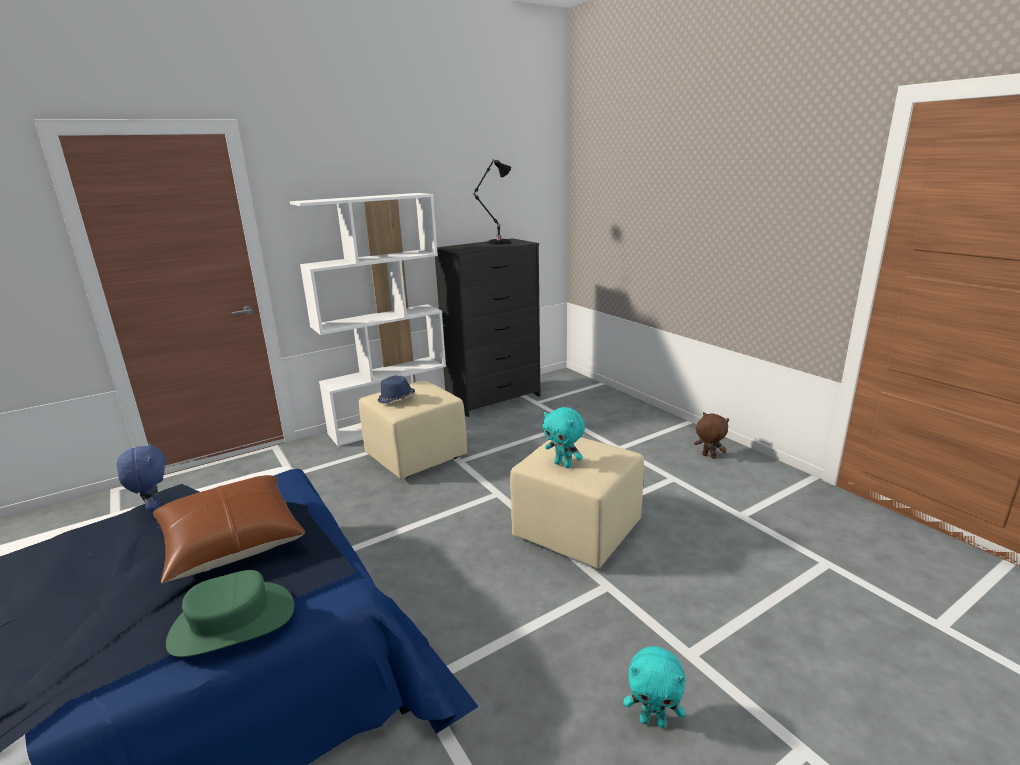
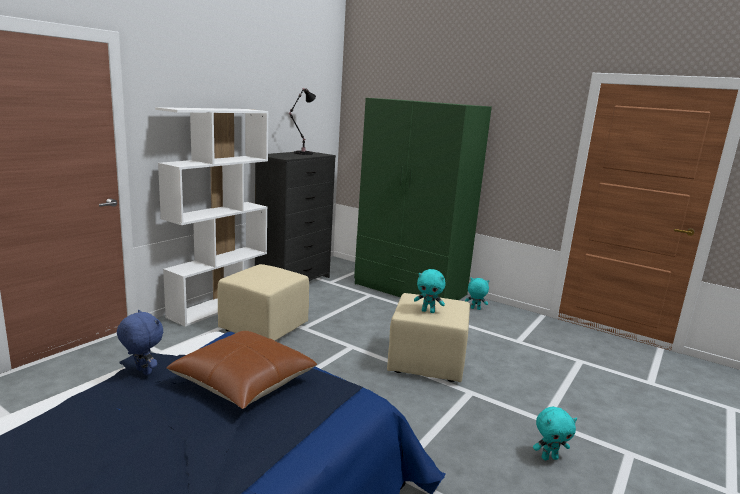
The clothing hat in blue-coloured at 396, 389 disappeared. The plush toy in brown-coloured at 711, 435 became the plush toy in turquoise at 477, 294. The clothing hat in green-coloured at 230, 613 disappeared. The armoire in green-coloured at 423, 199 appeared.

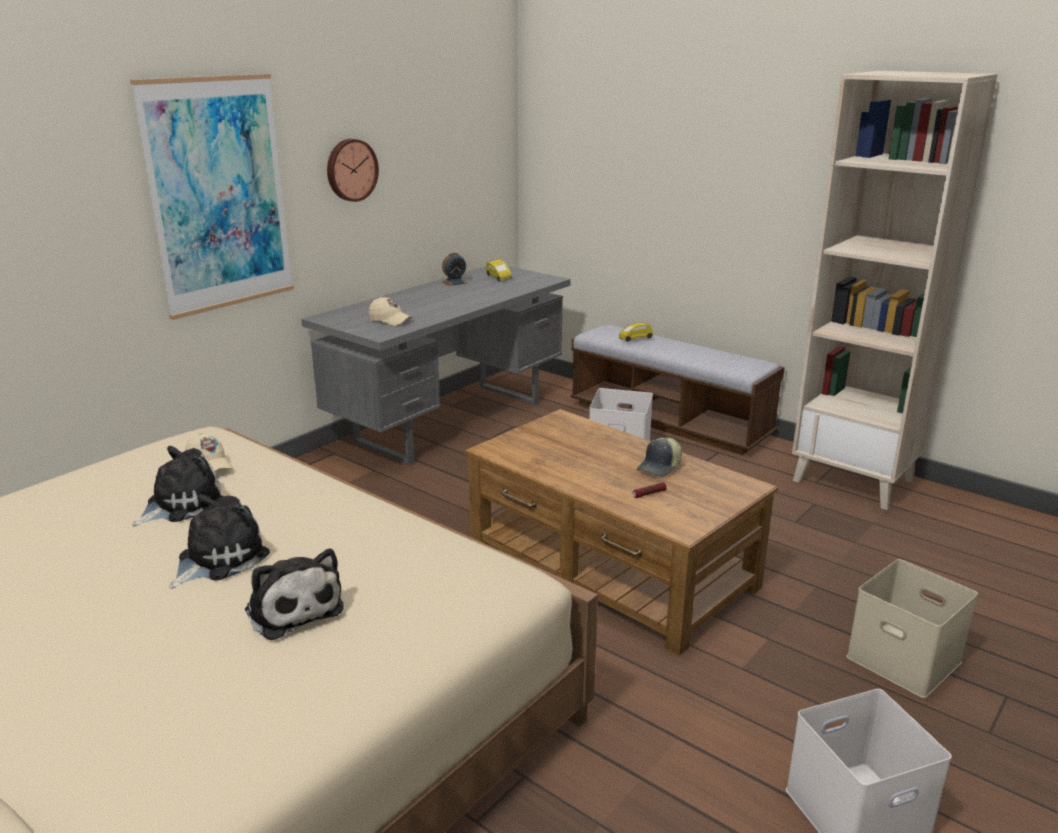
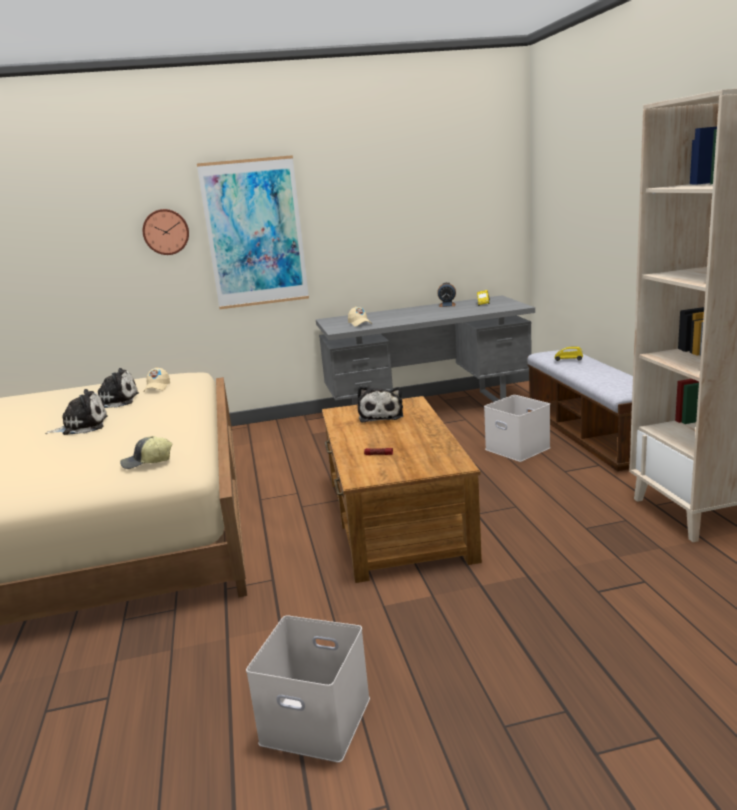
The clock on the wall moved from 353, 170 to 166, 232. The cap moved from 659, 457 to 146, 452. The plush toy moved from 294, 595 to 380, 404. The storage box in sand-coloured at 912, 628 disappeared.

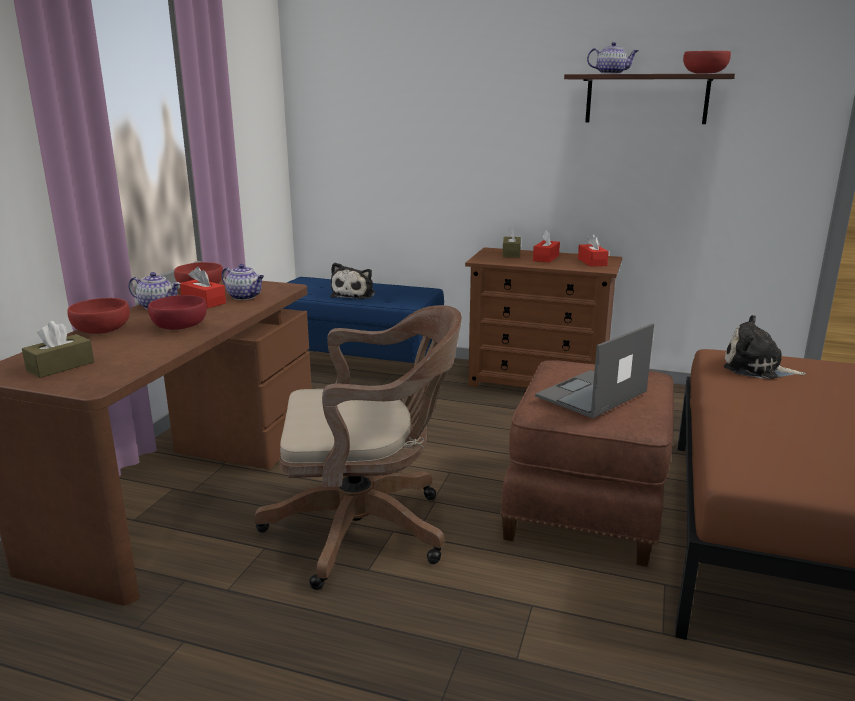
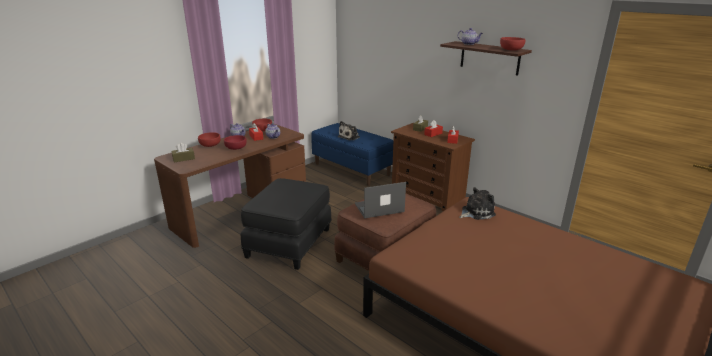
The desk chair in brown-coloured at 358, 447 was replaced by the pouffe in black at 286, 224. The plush toy at 765, 347 turned 105 degrees clockwise.

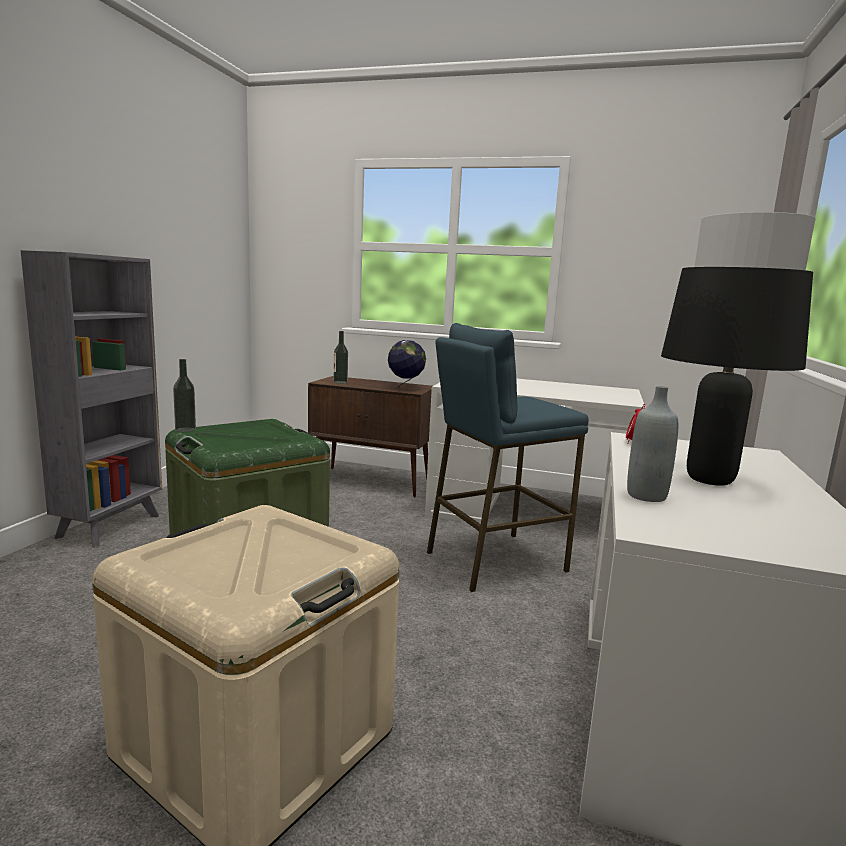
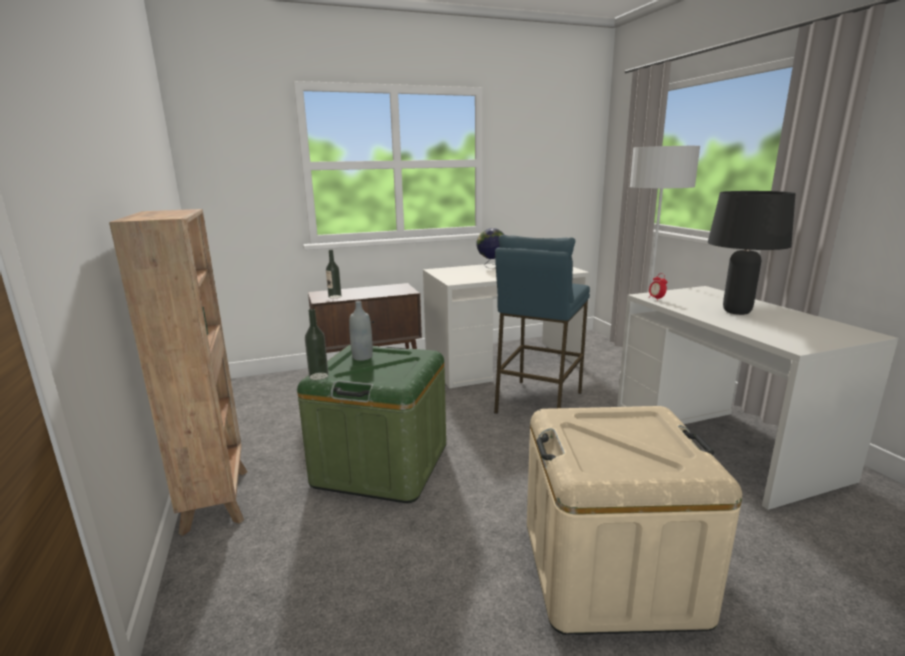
The bookshelf in greyish at 91, 398 became the bookshelf in brown-coloured at 178, 372. The globe moved from 407, 365 to 490, 248. The beverage bottle in greyish moved from 652, 444 to 361, 331.

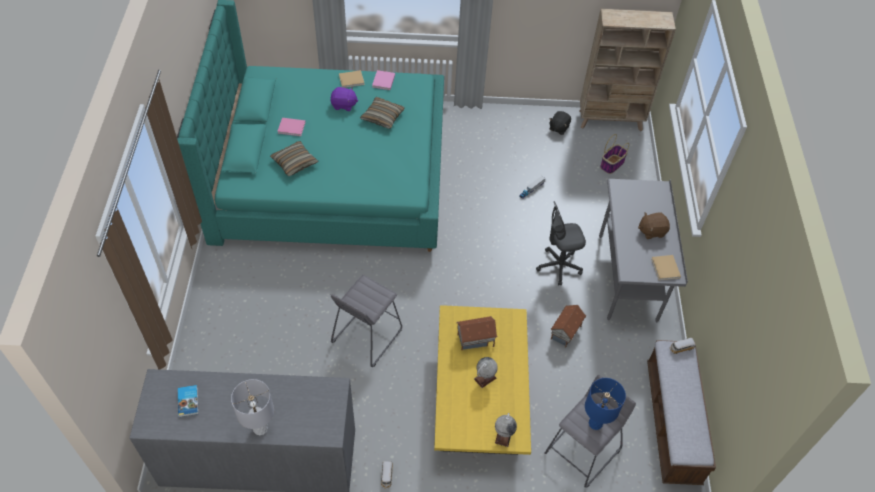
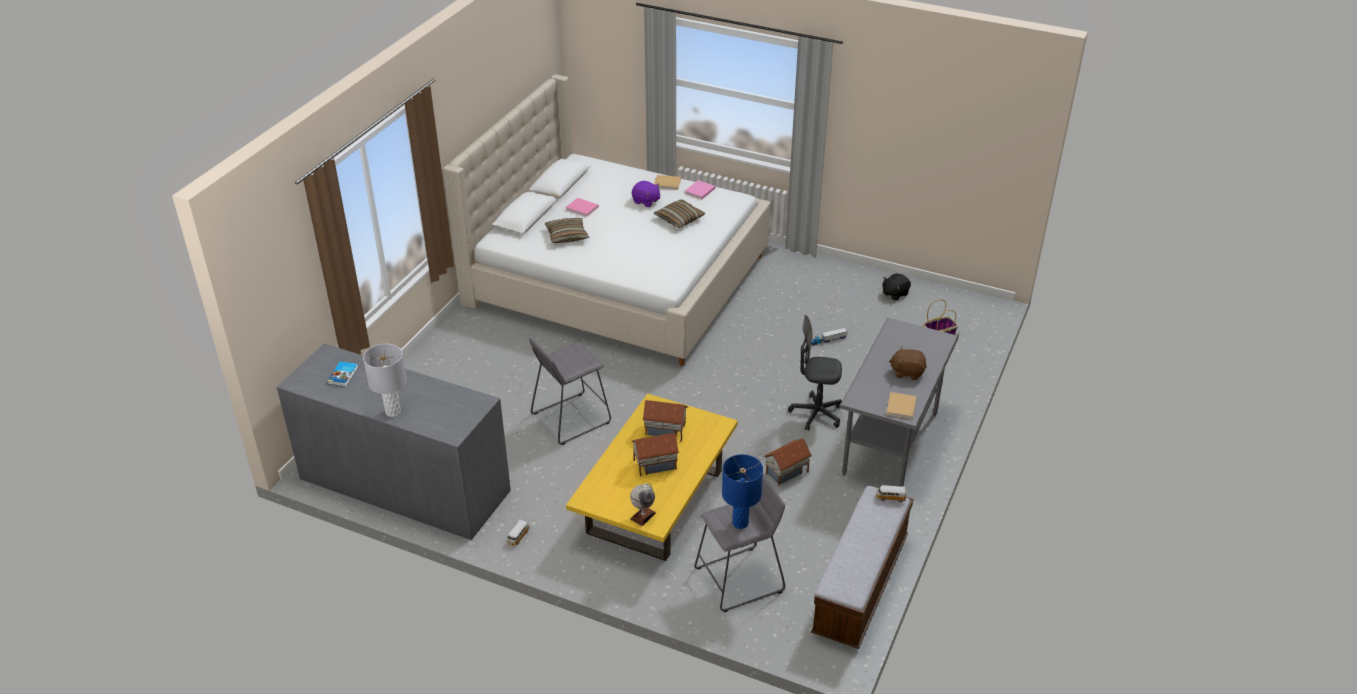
The bedroom bed in turquoise at 310, 126 became the bedroom bed in sand-coloured at 607, 220. The bookshelf in sand-coloured at 627, 70 disappeared. The globe at 486, 372 was replaced by the toy house at 655, 454.

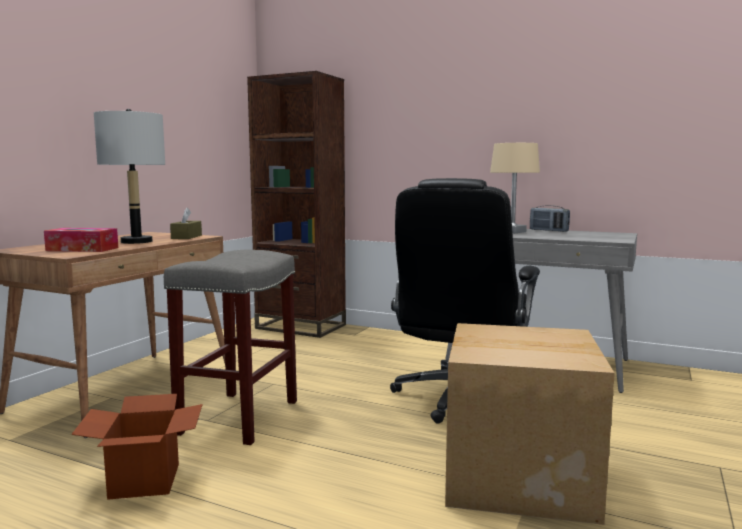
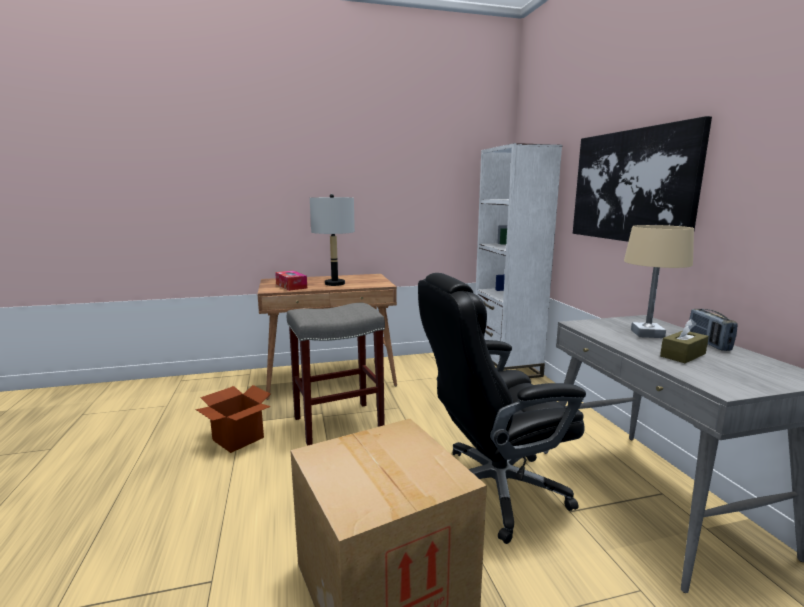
The bookshelf in brown-coloured at 296, 204 became the bookshelf in whitish at 518, 260. The tissue holder in brown-coloured moved from 186, 223 to 684, 341. The picture at 642, 179 appeared.

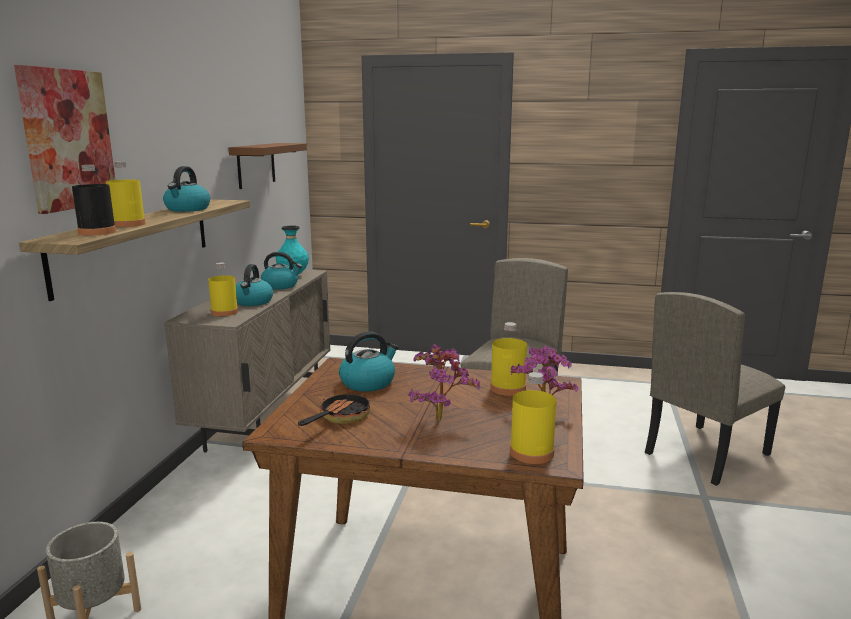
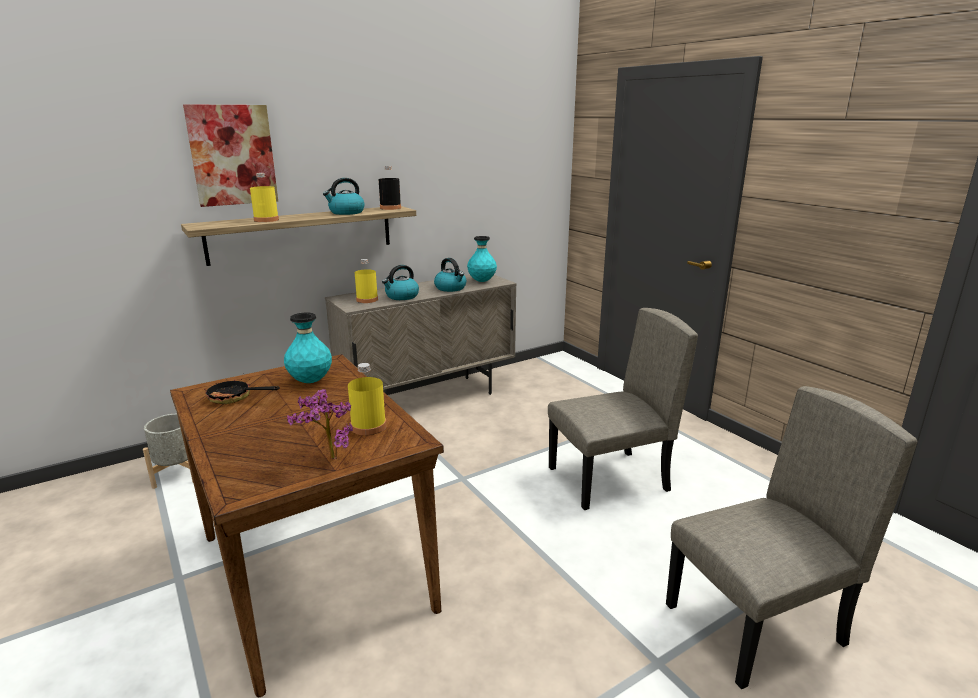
The shelf in brown-coloured at 267, 166 disappeared. The beverage bottle in black moved from 94, 200 to 390, 188. The chair in sand-coloured at 715, 389 turned 150 degrees clockwise. The water kettle at 368, 361 was replaced by the flower vase in turquoise at 308, 348. The houseplant at 444, 382 disappeared. The beverage bottle in yellow at 533, 418 disappeared. The frying pan at 334, 408 turned 150 degrees counterclockwise.

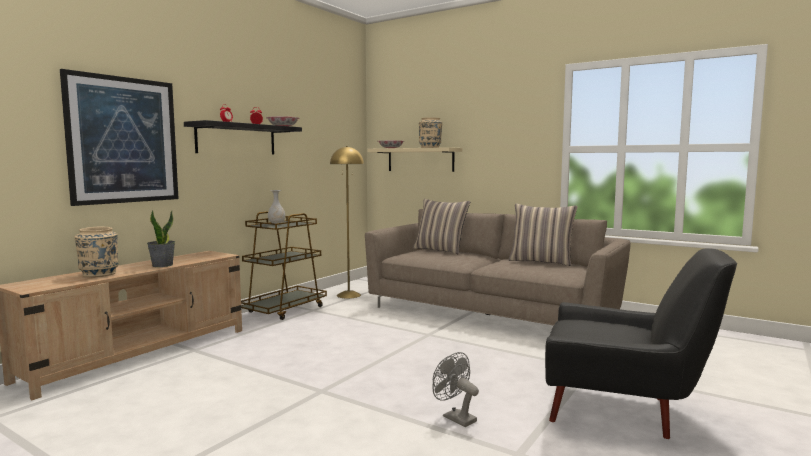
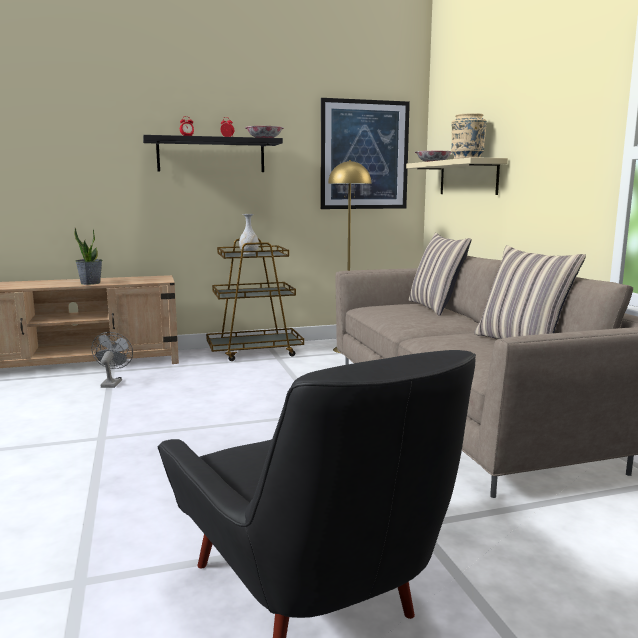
The picture moved from 119, 137 to 365, 153. The flower vase in sand-coloured at 97, 252 disappeared. The cooling fan in greyish moved from 455, 389 to 112, 360.

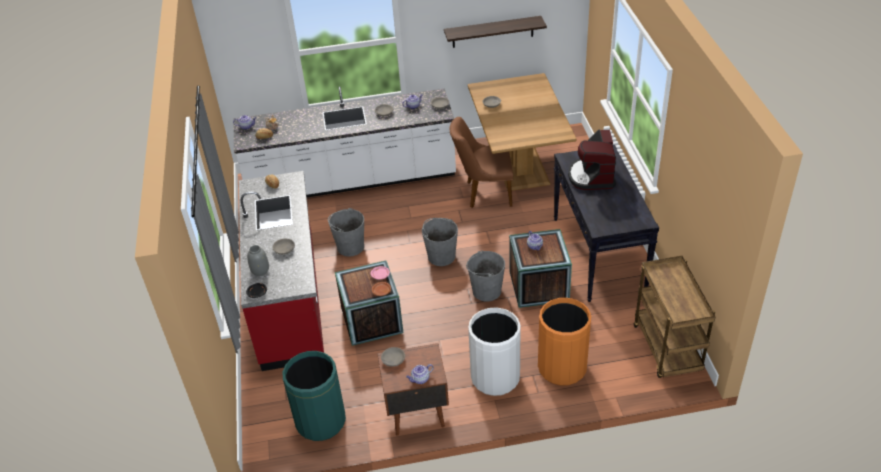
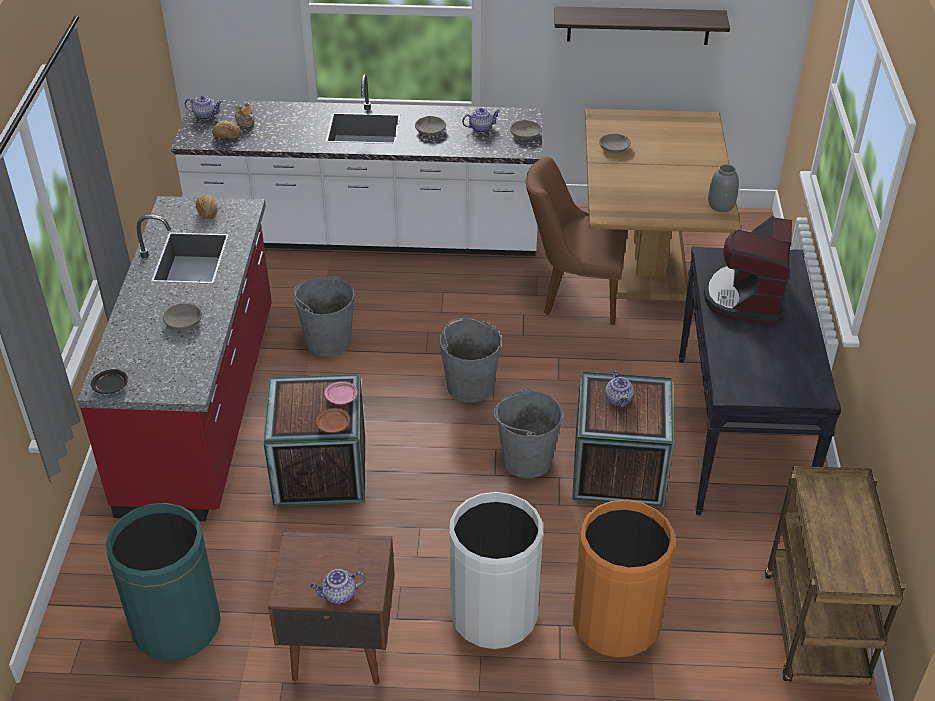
The flower vase in greyish moved from 258, 260 to 723, 188. The bowl in greyish at 393, 357 disappeared.

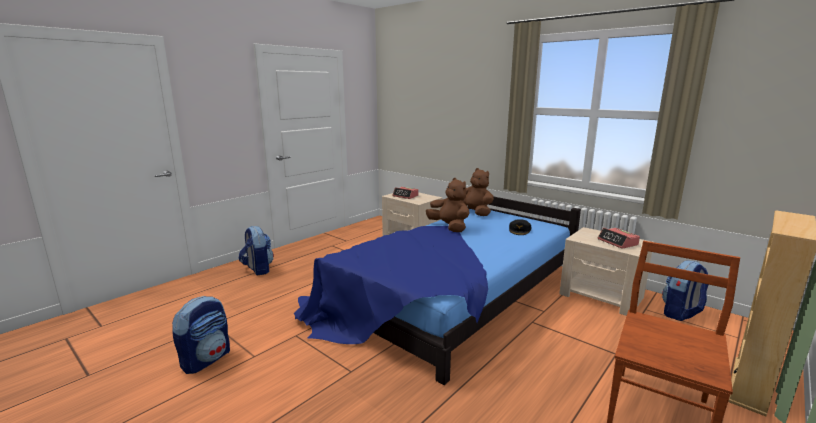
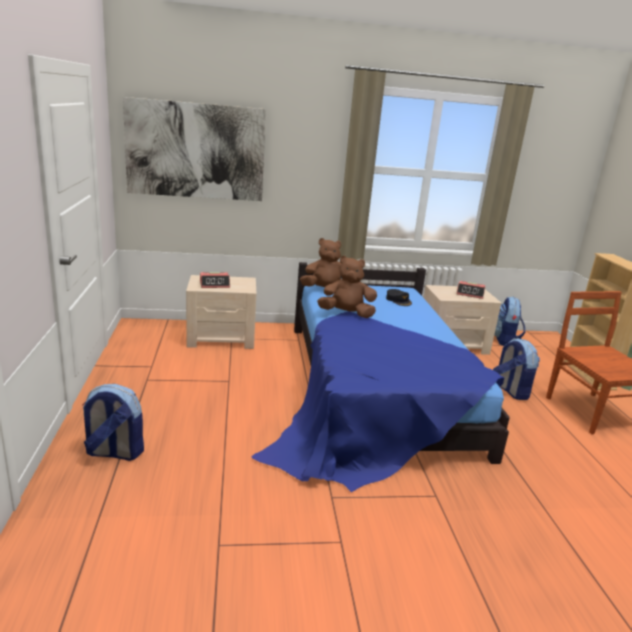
The rucksack moved from 201, 335 to 516, 369. The picture at 194, 149 appeared.

